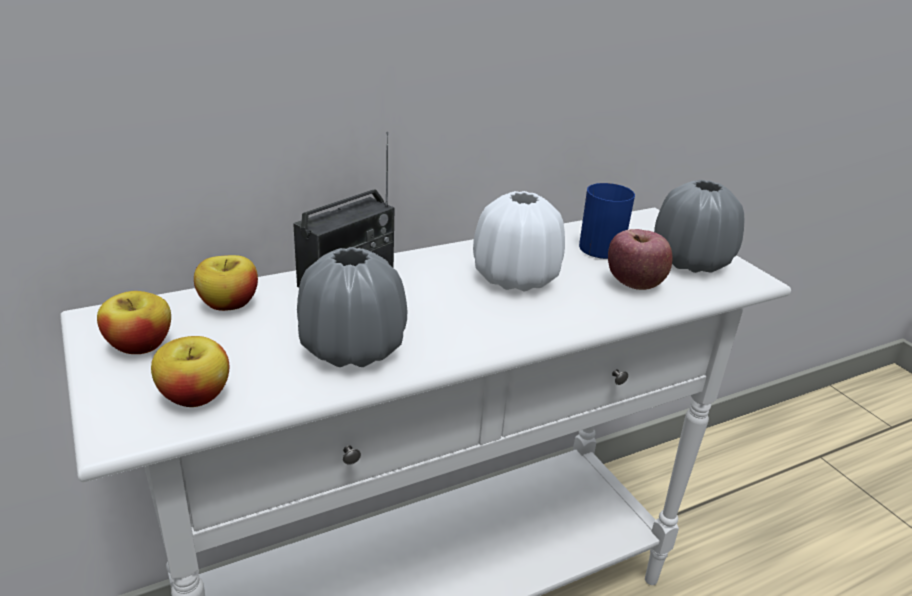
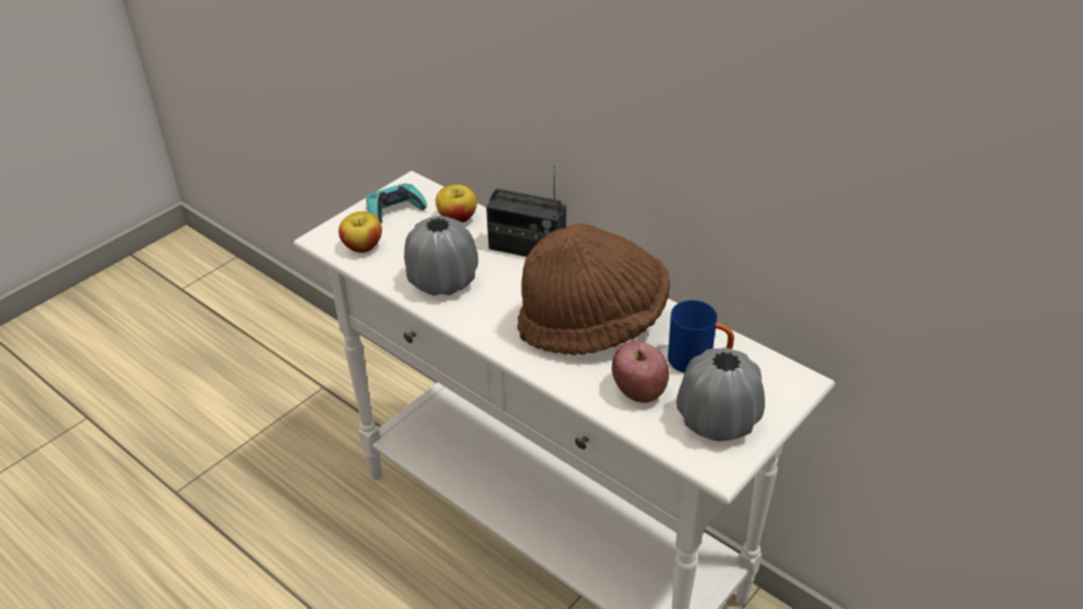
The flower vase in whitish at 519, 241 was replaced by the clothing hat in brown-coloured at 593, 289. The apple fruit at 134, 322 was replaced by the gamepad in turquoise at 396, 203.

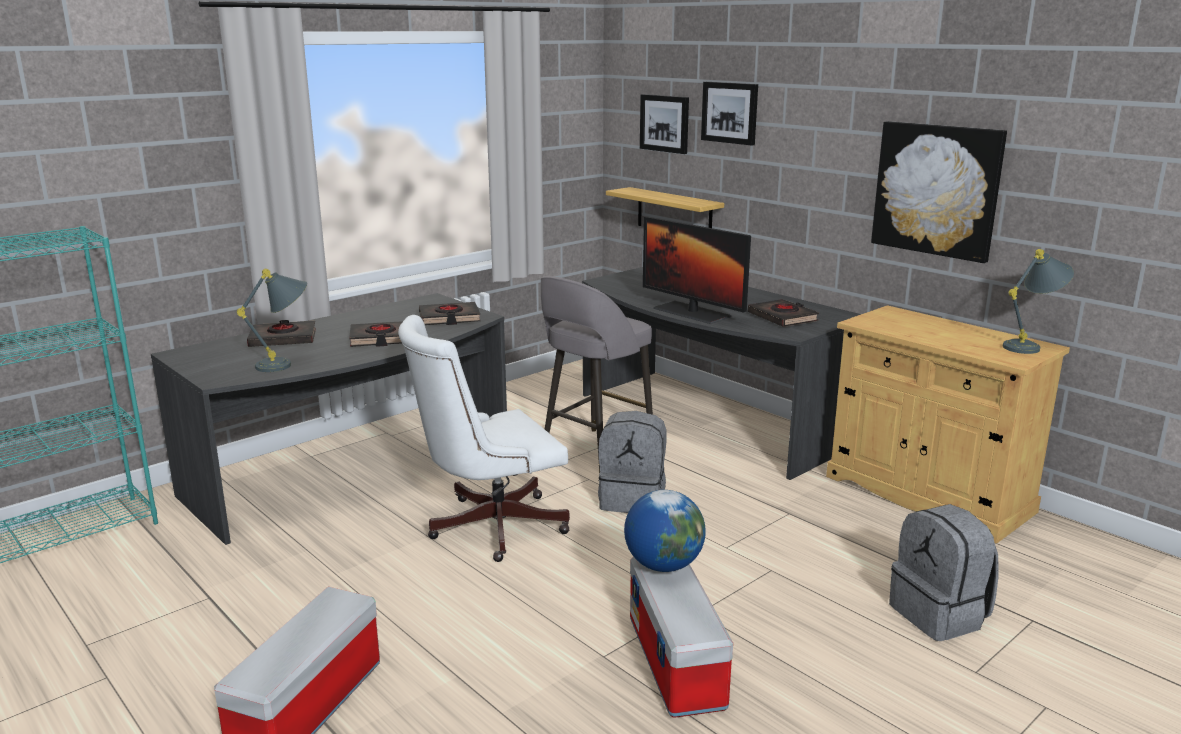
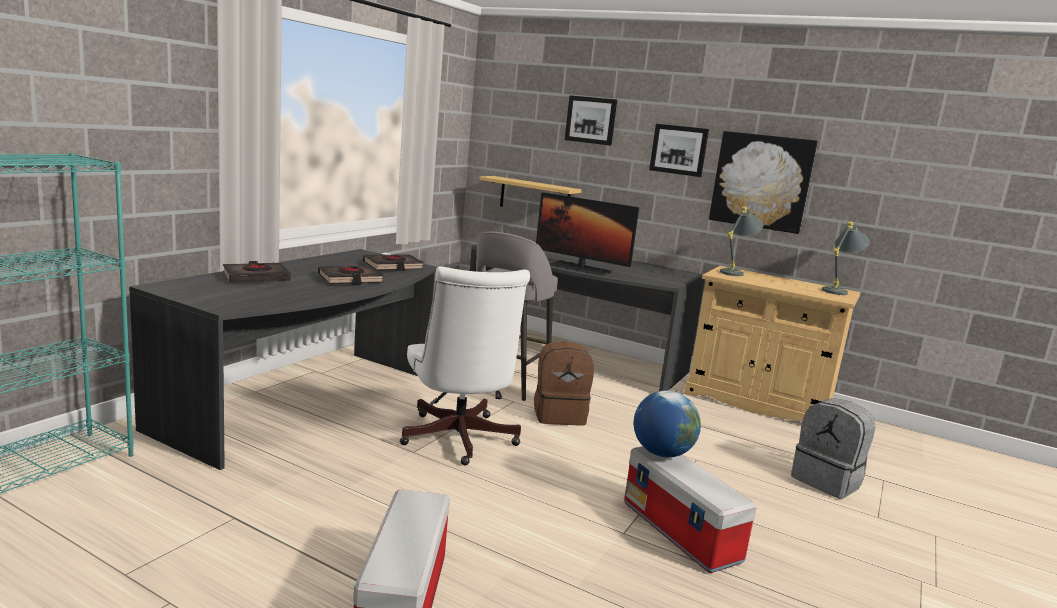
The picture moved from 664, 124 to 679, 150. The tabletop lamp in greyish moved from 272, 320 to 741, 241. The volume in black at 783, 313 disappeared. The desk chair in whitish at 484, 438 turned 60 degrees counterclockwise. The rucksack in greyish at 632, 462 became the rucksack in brown-coloured at 564, 383.

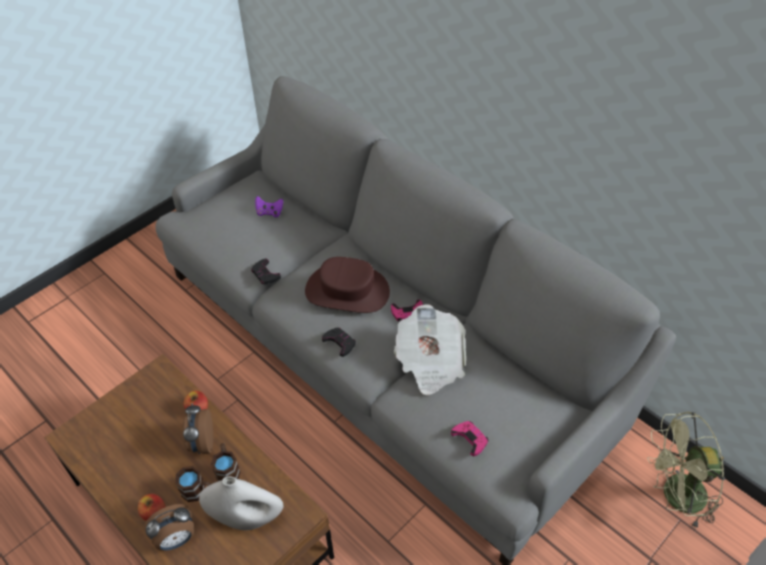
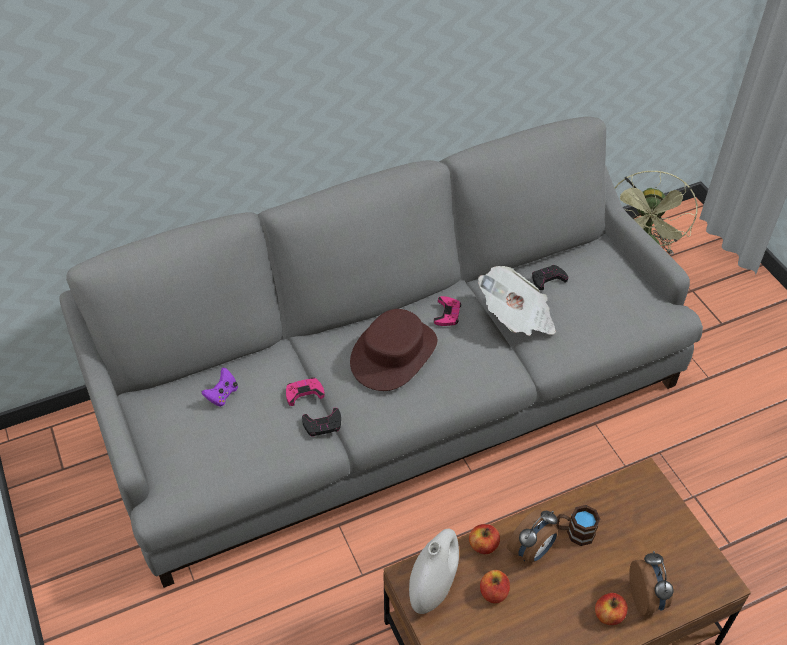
The gamepad in black moved from 339, 342 to 550, 277. The table clock at 197, 428 turned 60 degrees counterclockwise. The gamepad in pinkish moved from 470, 438 to 305, 392. The coffee mug in brown-coloured at 193, 484 disappeared. The flower vase in whitish moved from 241, 503 to 434, 571. The apple fruit at 495, 586 appeared.

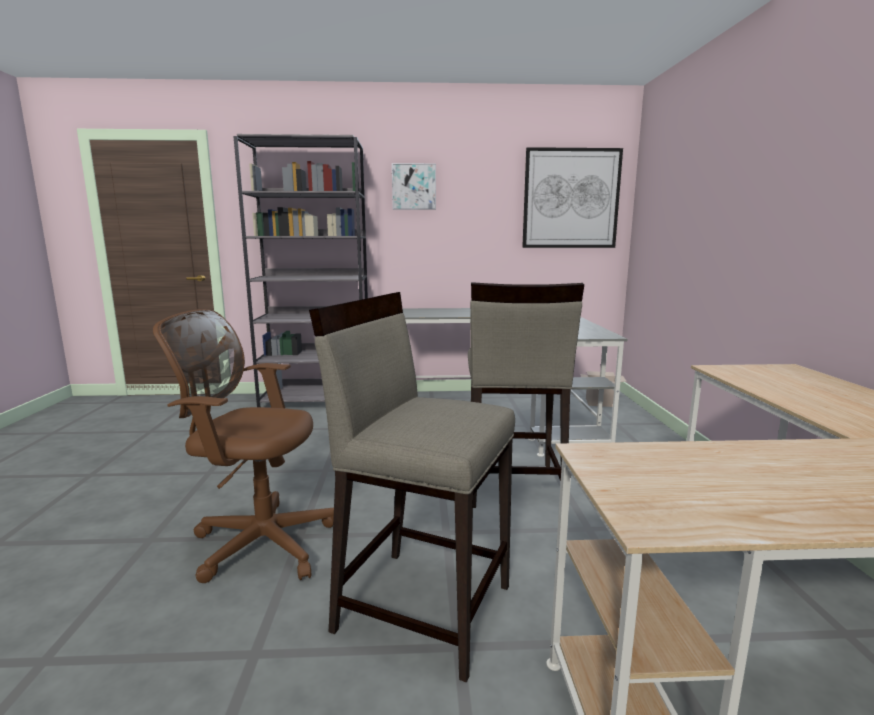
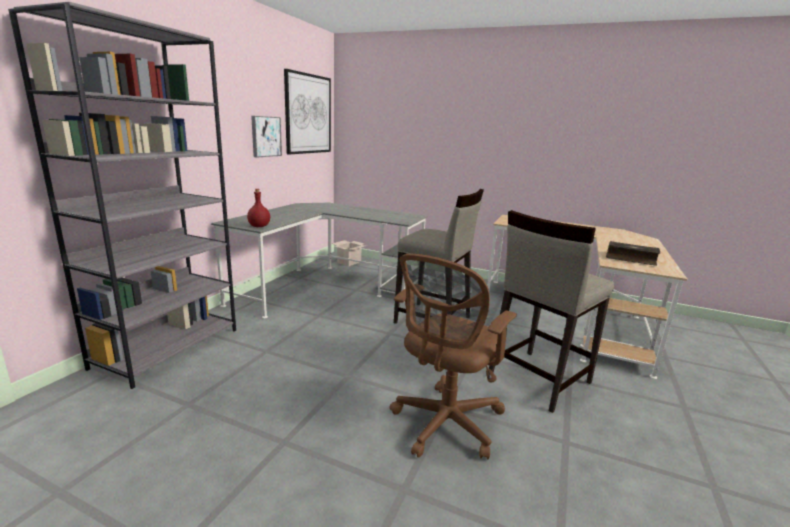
The picture moved from 414, 186 to 266, 136. The beverage bottle in reddish at 258, 208 appeared. The volume at 633, 253 appeared.

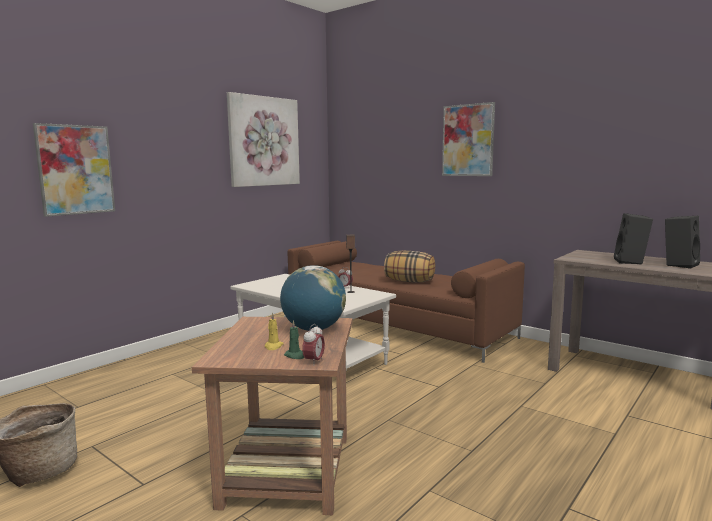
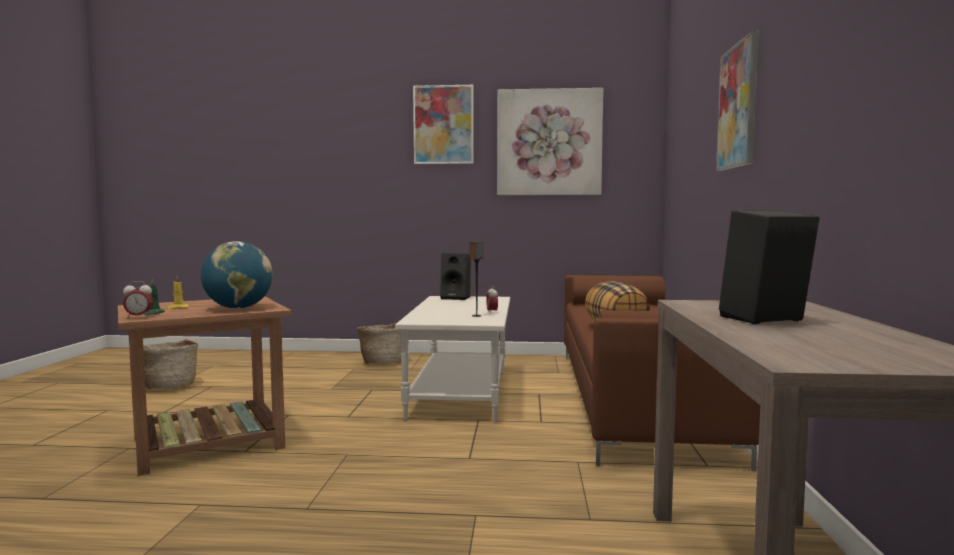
The picture moved from 74, 170 to 443, 124. The loudspeaker in black moved from 682, 242 to 455, 276. The storage basket at 379, 343 appeared.

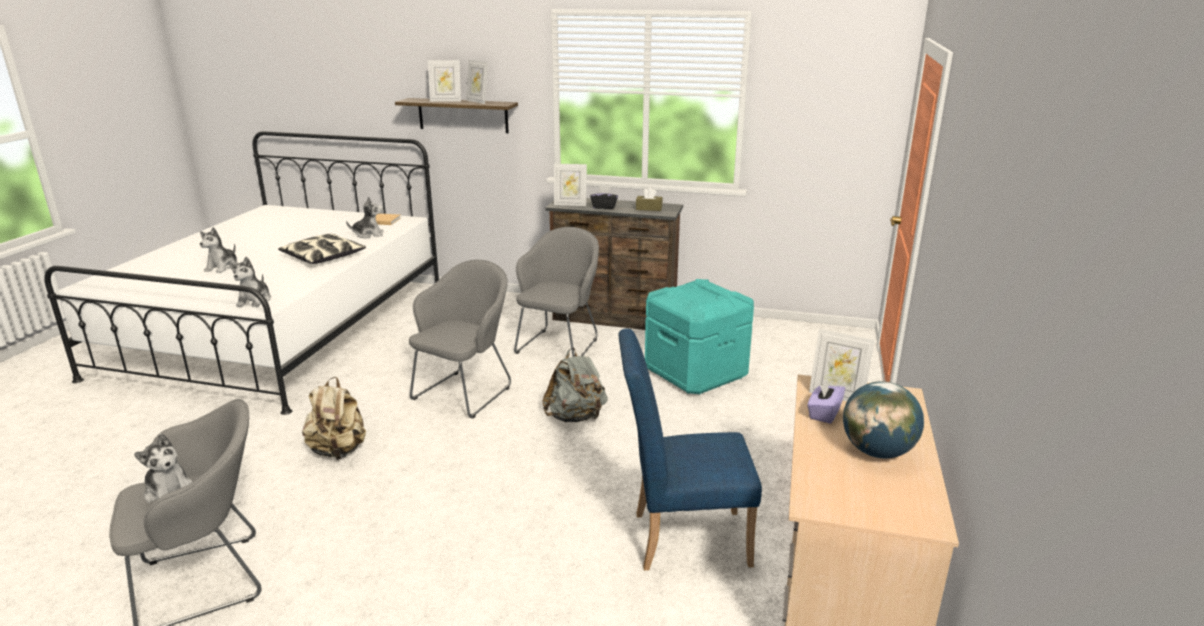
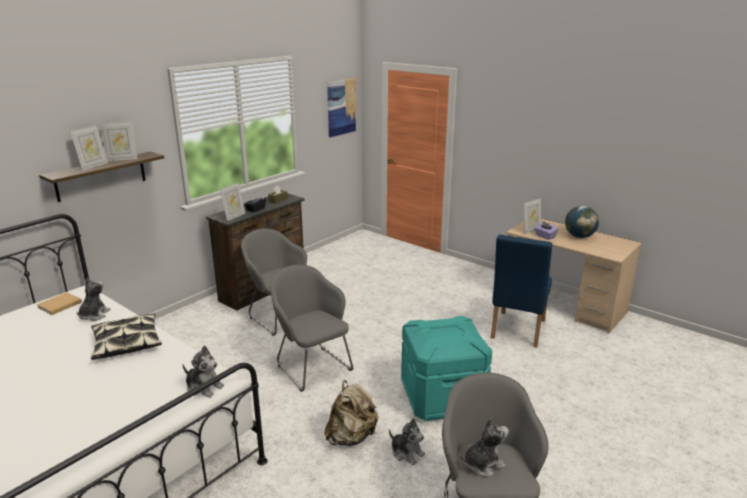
The plush toy moved from 219, 250 to 407, 441. The storage box in turquoise moved from 699, 336 to 446, 368. The rucksack in greyish at 575, 385 disappeared. The picture at 342, 107 appeared.

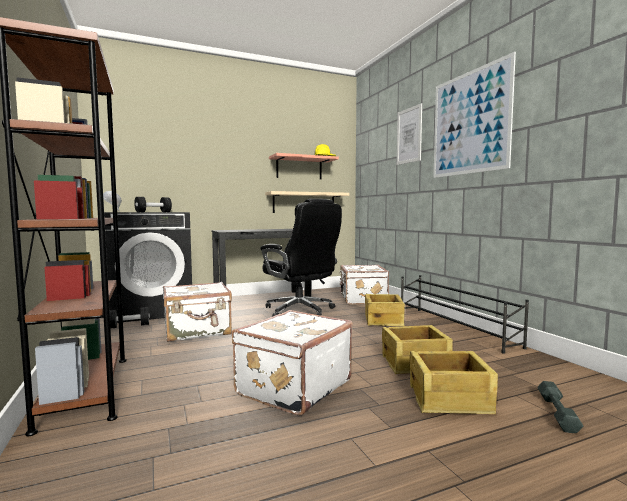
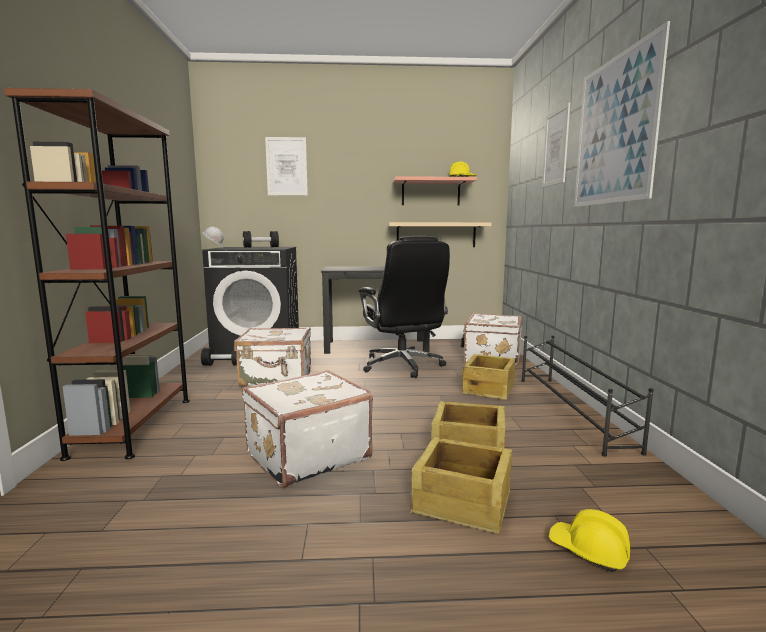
The dumbbell in greyish at 560, 407 was replaced by the hard hat in yellow at 589, 540. The picture at 286, 166 appeared.

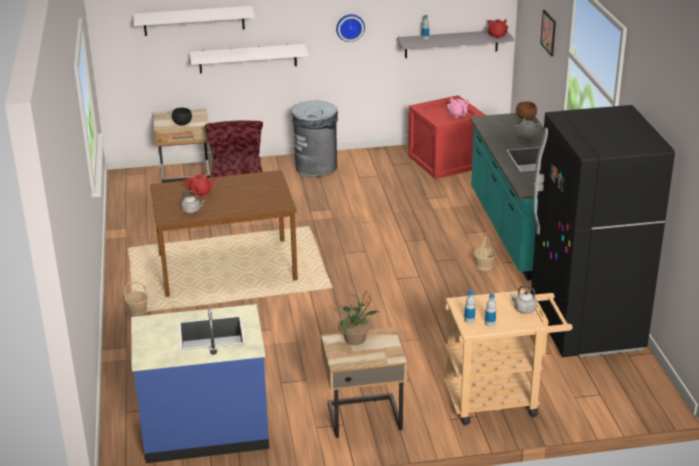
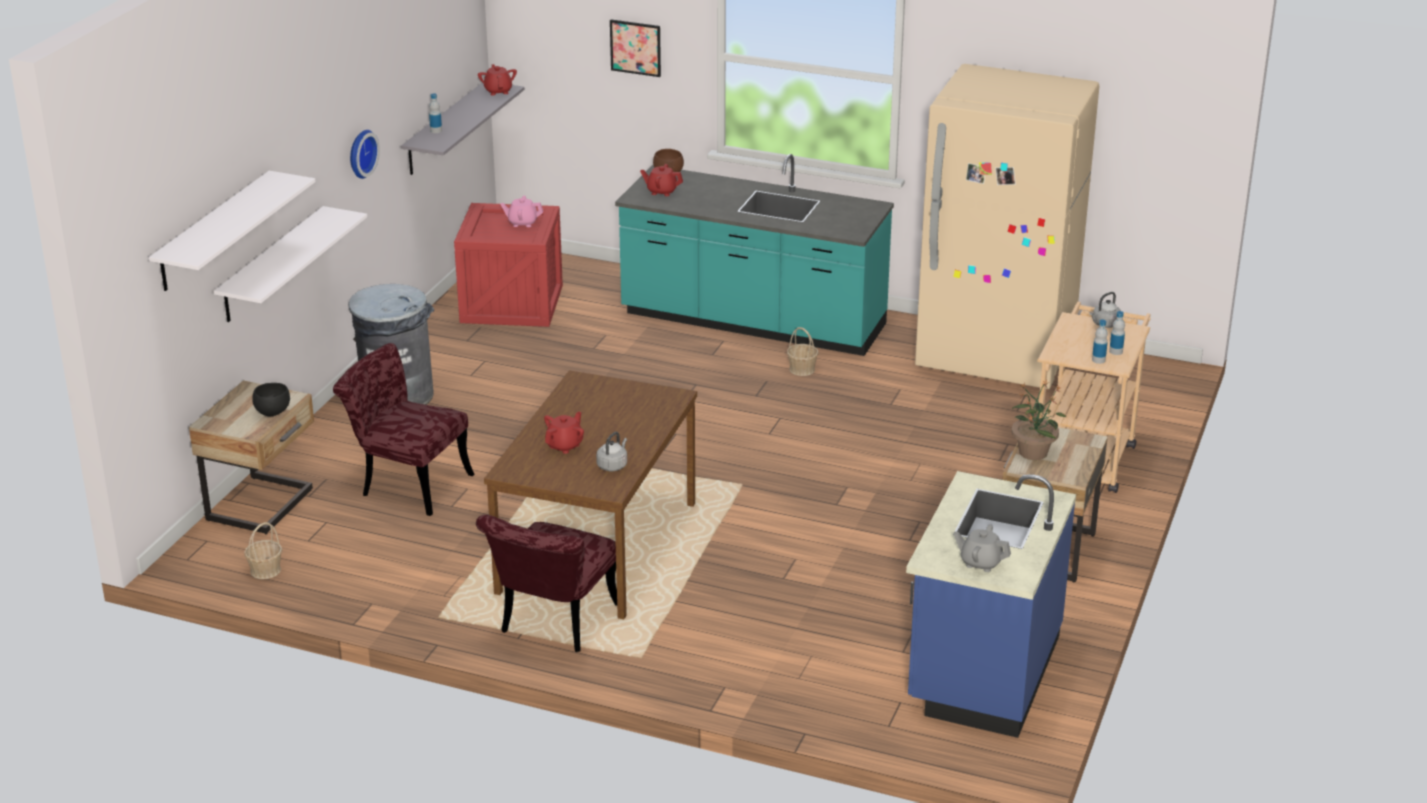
The refrigerator in black at 603, 231 became the refrigerator in sand-coloured at 1007, 226. The tea pot in greyish moved from 528, 129 to 982, 548. The storage basket moved from 136, 298 to 263, 550. The tea pot in reddish at 661, 180 appeared. The chair in reddish at 546, 583 appeared.

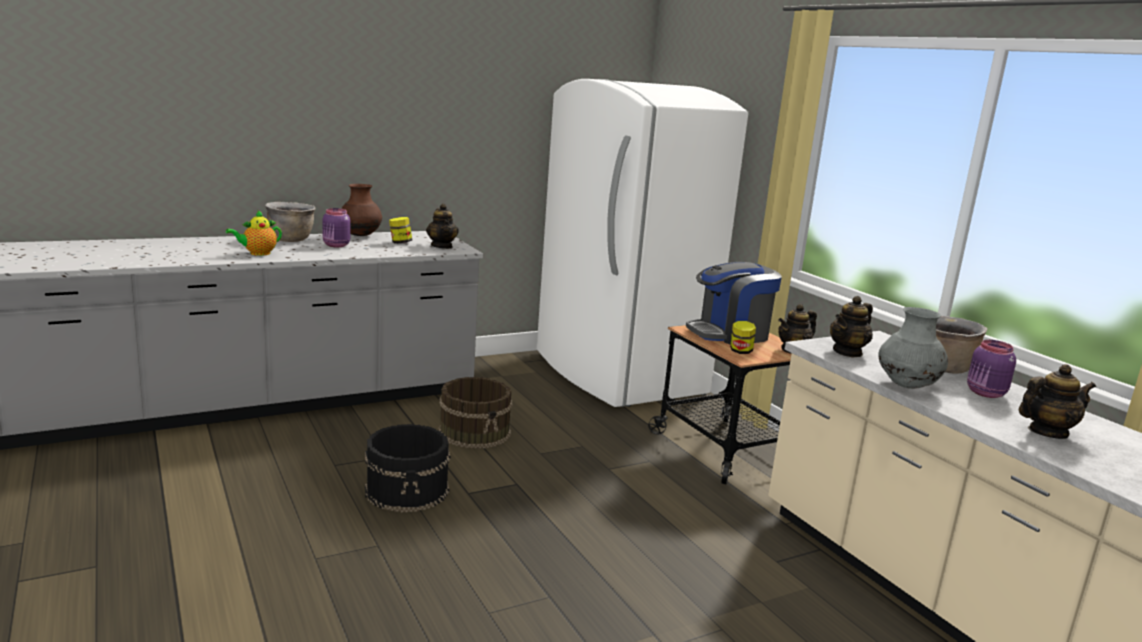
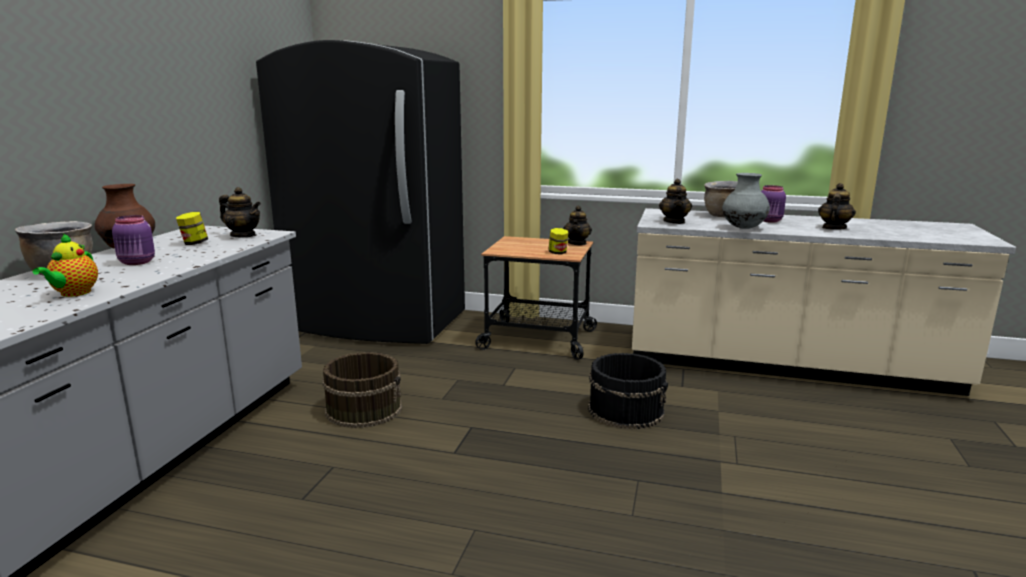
The refrigerator in whitish at 643, 243 became the refrigerator in black at 360, 192. The coffee machine at 734, 303 disappeared. The water bucket in black moved from 407, 468 to 628, 391.

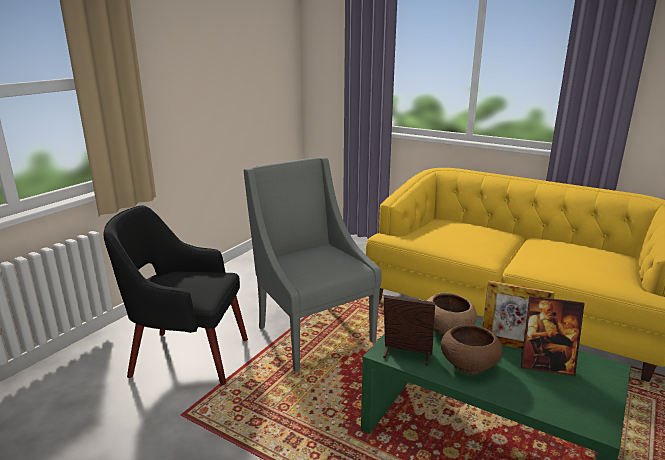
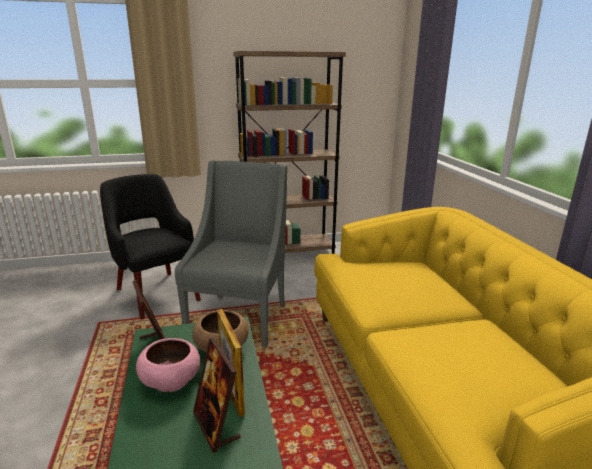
The bowl in brown-coloured at 471, 349 became the bowl in pinkish at 168, 365. The bookshelf in brown-coloured at 289, 152 appeared.

